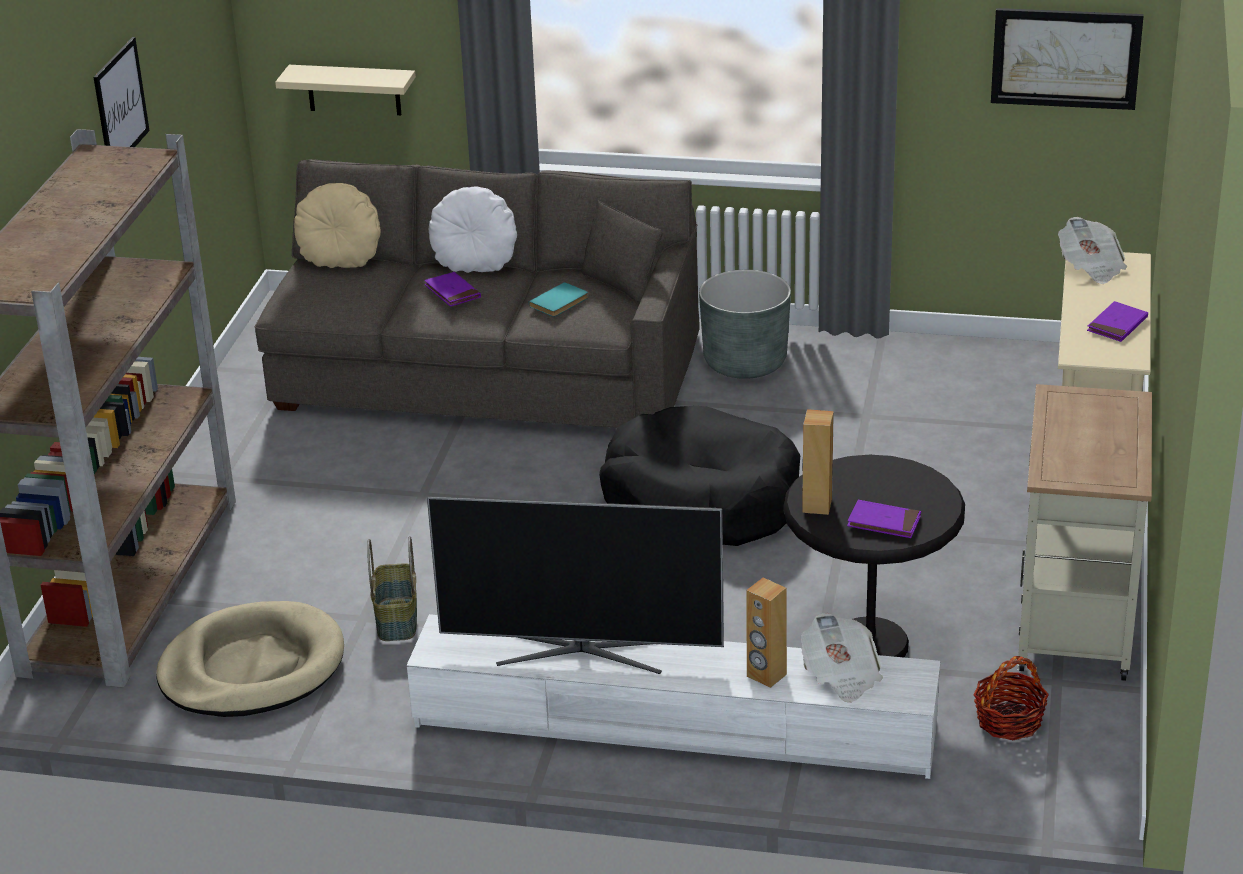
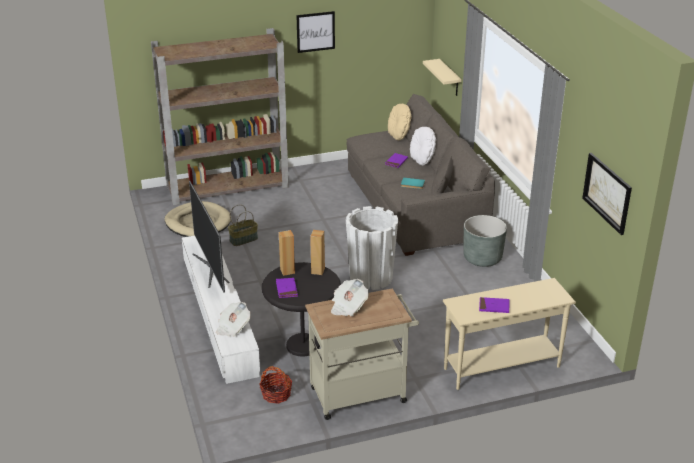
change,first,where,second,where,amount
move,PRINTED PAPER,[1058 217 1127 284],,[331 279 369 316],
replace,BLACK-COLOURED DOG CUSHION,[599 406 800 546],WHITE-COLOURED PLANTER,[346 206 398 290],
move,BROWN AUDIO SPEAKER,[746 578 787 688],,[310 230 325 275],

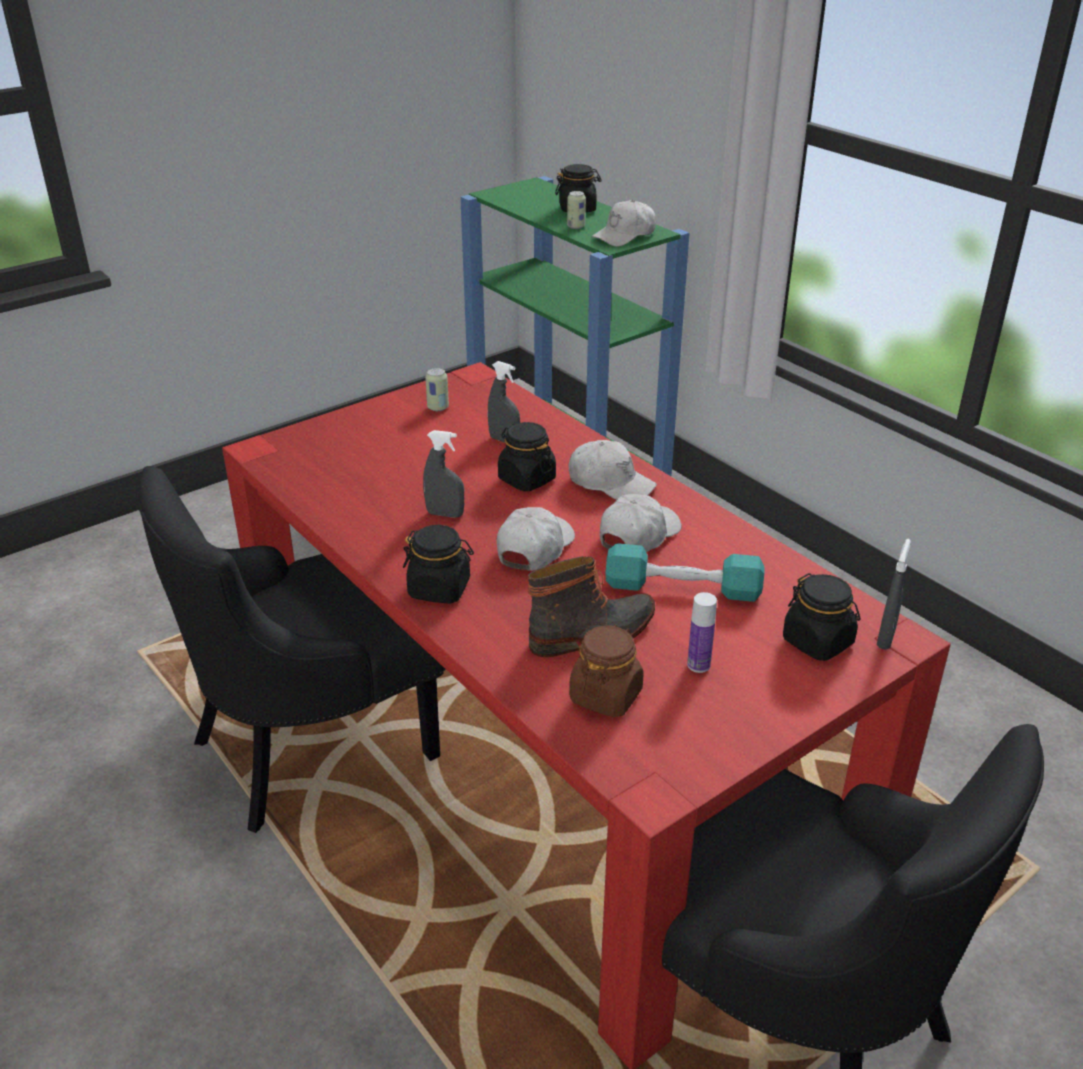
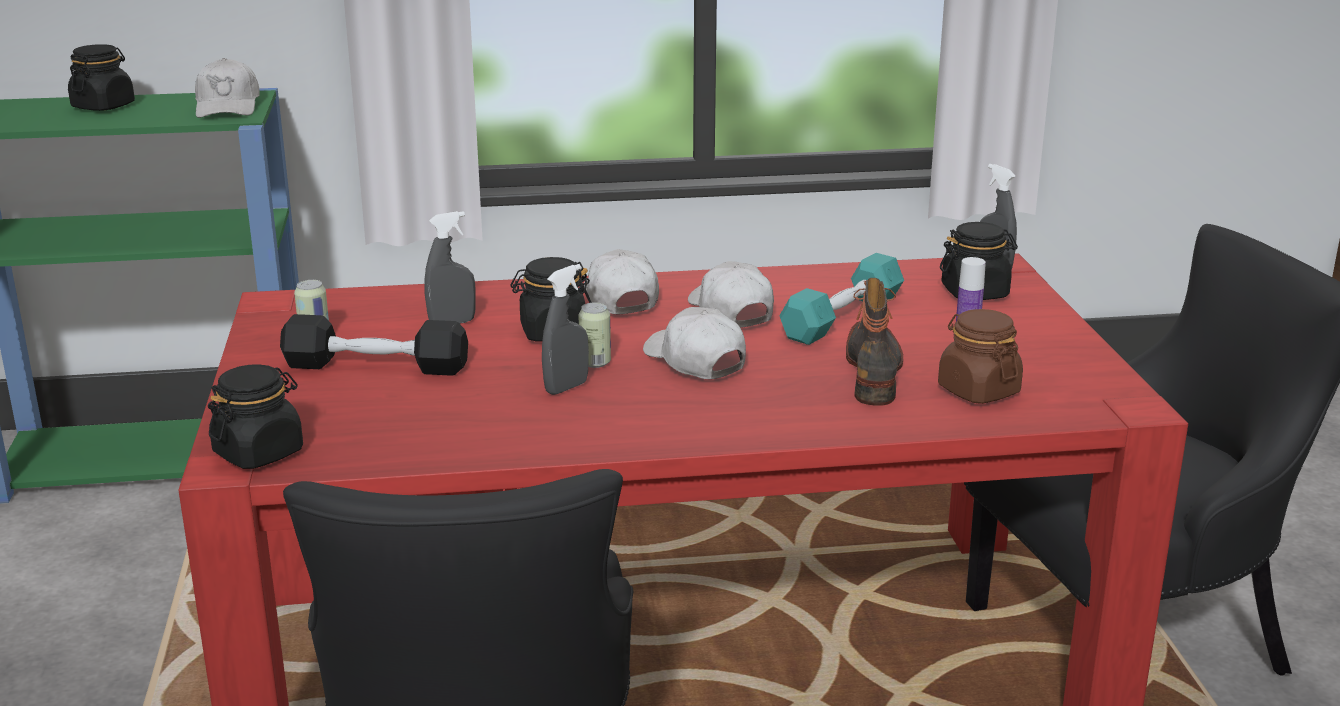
change,first,where,second,where,amount
move,SEALED CAN,[567 191 586 229],,[578 302 611 368],
rotate,WHITE-COLOURED PEAKED CAP,[568 440 657 500],,[584 249 659 314],75 degrees counterclockwise
move,BLACK-COLOURED JAR,[403 525 474 604],,[208 364 303 469],
insert,,,BLACK-COLOURED FREE WEIGHT,[280 314 468 376],

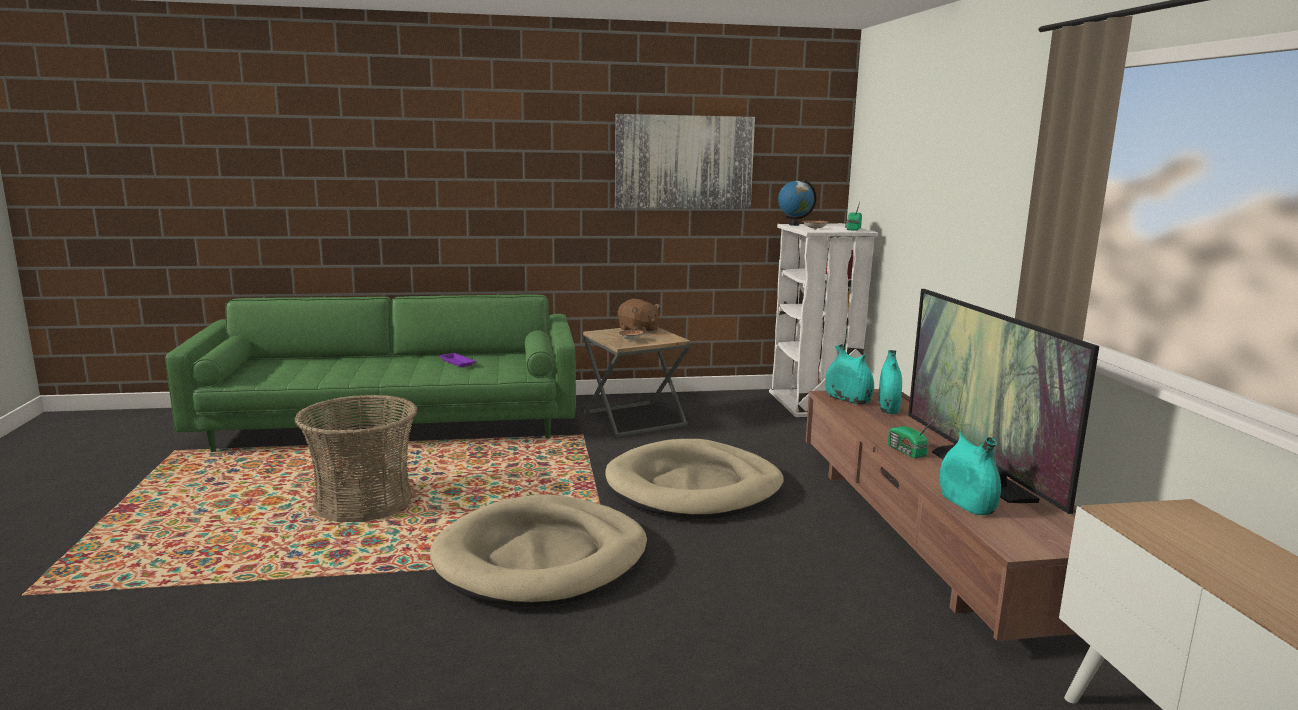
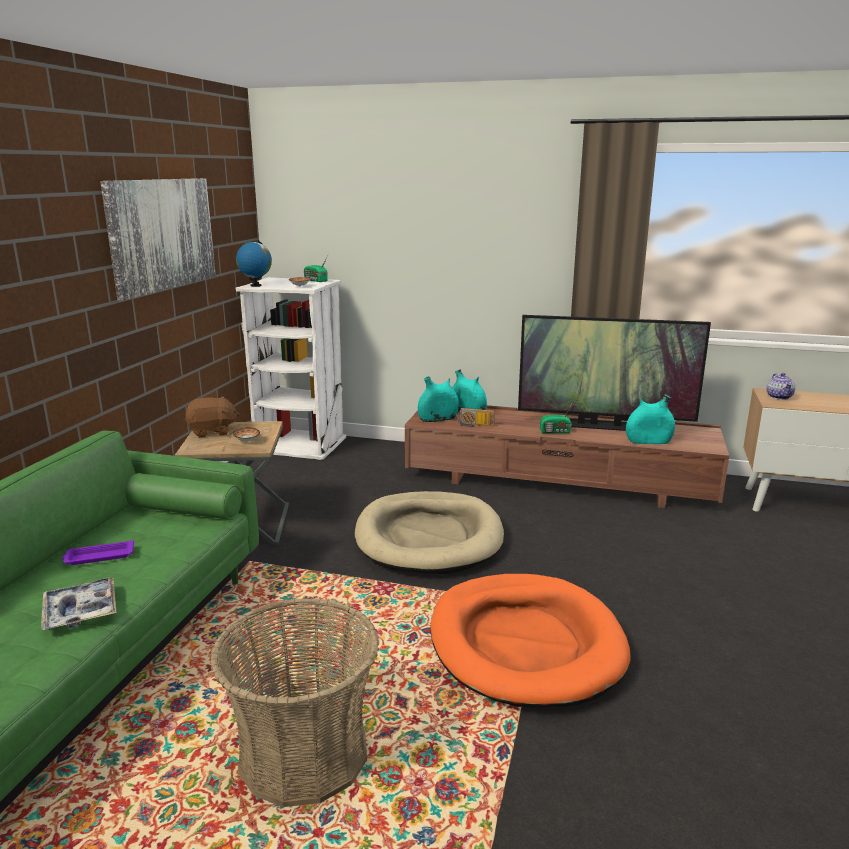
change,first,where,second,where,amount
recolor,BEIGE-COLOURED DOG CUSHION,[430 495 647 607],ORANGEY DOG CUSHION,[430 574 631 707],
insert,,,POT FOR TEA,[766 373 796 400],
insert,,,RADIO,[457 408 495 427],
insert,,,TRAY,[41 577 116 630],

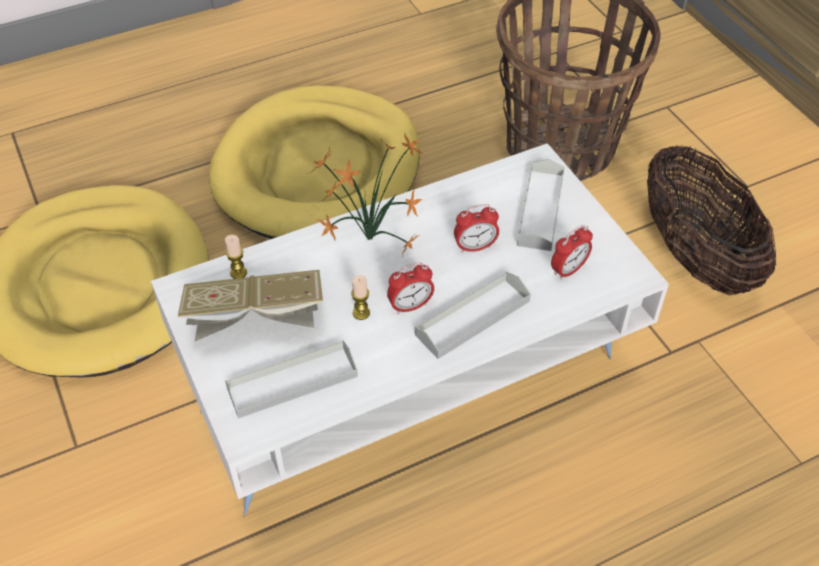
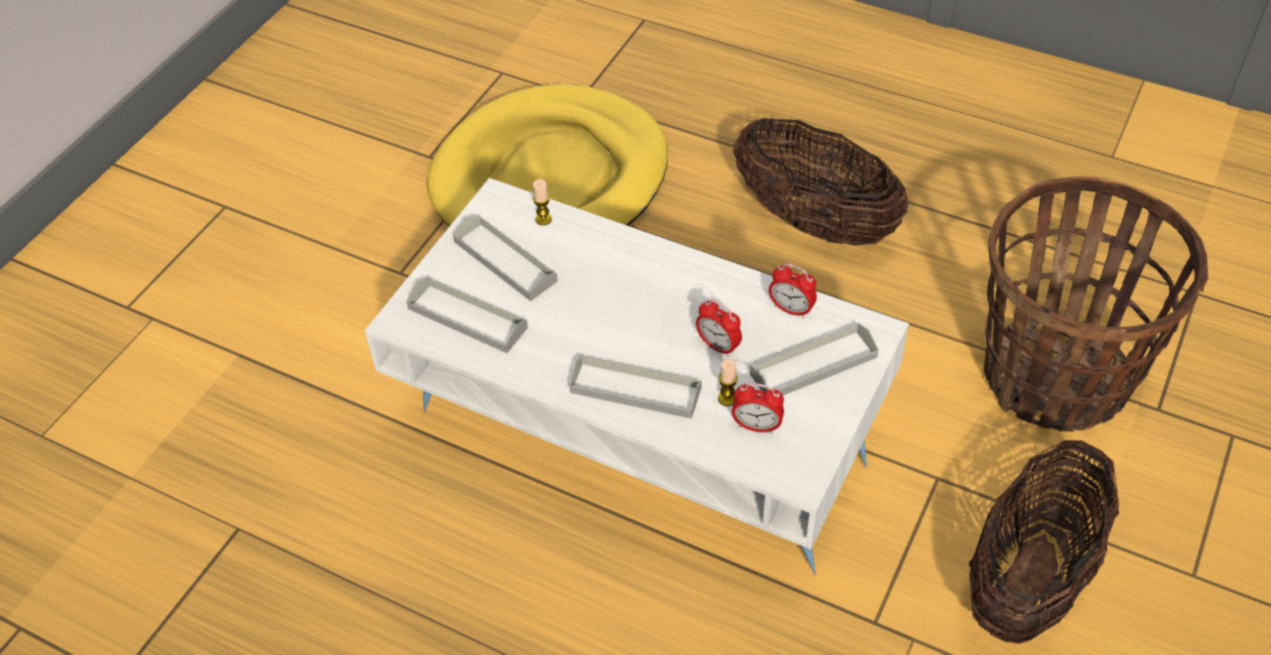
change,first,where,second,where,amount
replace,YELLOW DOG CUSHION,[209 85 420 239],HOUSEHOLD BASKET,[733 117 908 246],
delete,POTTED PLANT,[307 134 424 256],,,
move,ALARM CLOCK,[387 263 434 314],,[769 264 817 318],
replace,VOLUME,[178 270 323 341],GRAY TRAY,[453 215 558 301],
move,WAX LIGHT,[351 275 370 320],,[718 360 738 406],

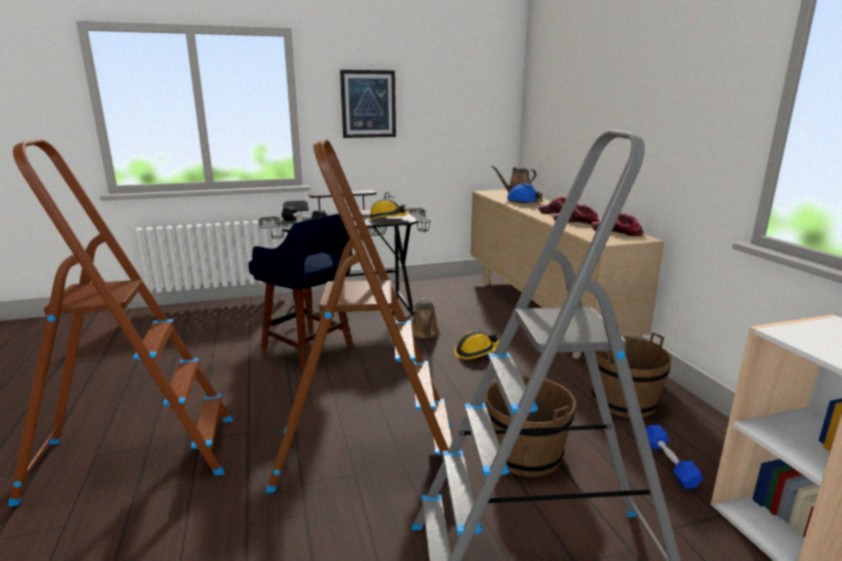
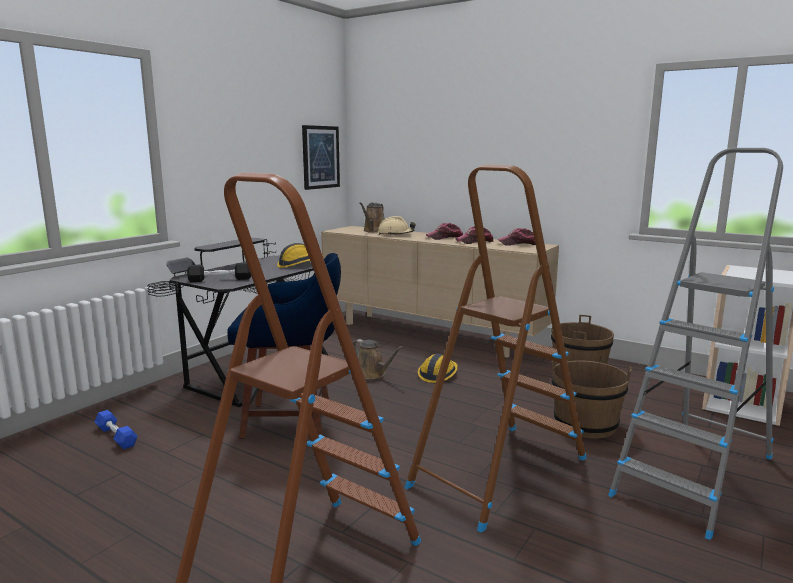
change,first,where,second,where,amount
move,PICTURE,[340 70 396 138],,[302 125 340 190],
recolor,BLUE-COLOURED SAFETY HELMET,[507 183 543 203],BEIGE-COLOURED SAFETY HELMET,[378 216 416 236],
move,BLUE-COLOURED FREE WEIGHT,[646 425 703 489],,[94 410 138 449],

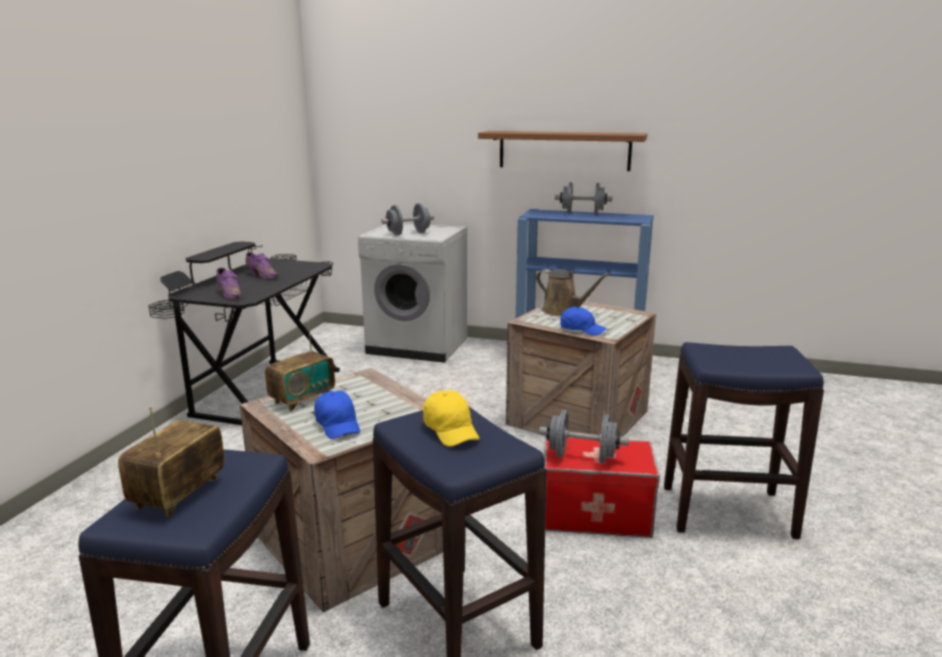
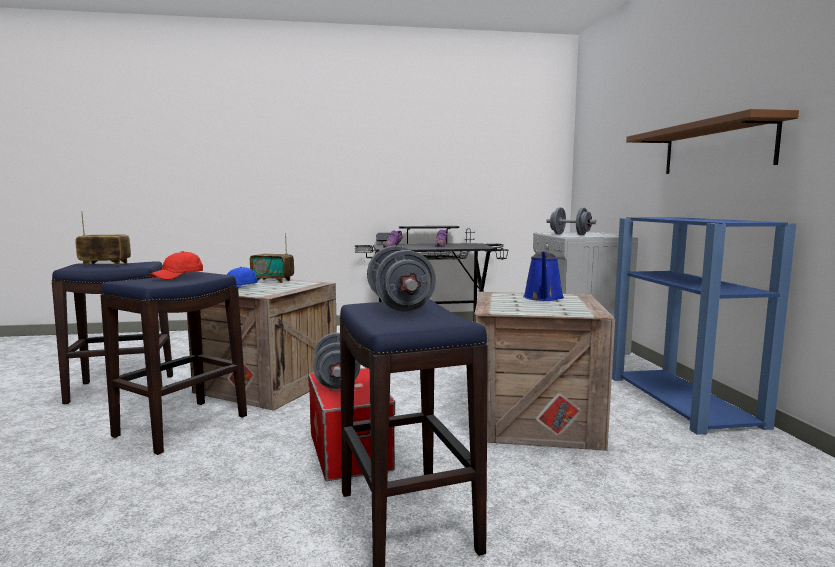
change,first,where,second,where,amount
move,GRAY FREE WEIGHT,[555 182 612 214],,[367 246 436 312],
recolor,BROWN WATERING CAN,[536 269 610 317],BLUE-COLOURED WATERING CAN,[523 252 564 301],
delete,BLUE-COLOURED PEAKED CAP,[560 307 607 336],,,
recolor,YELLOW PEAKED CAP,[423 390 480 447],RED PEAKED CAP,[149 251 203 280],

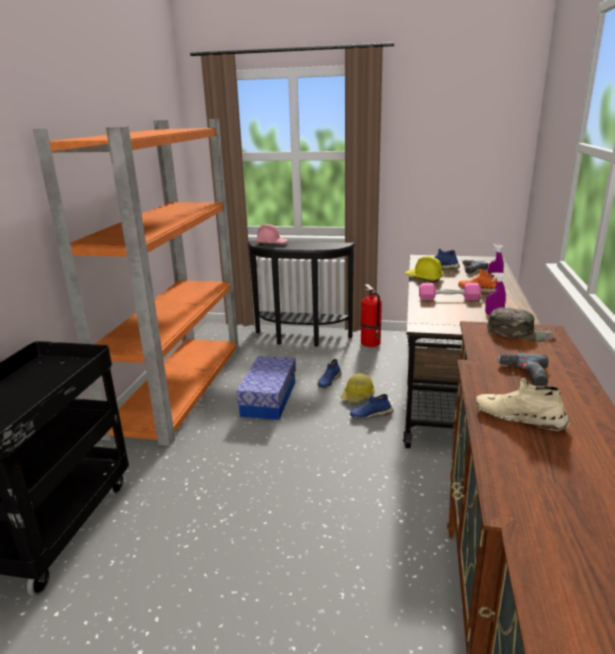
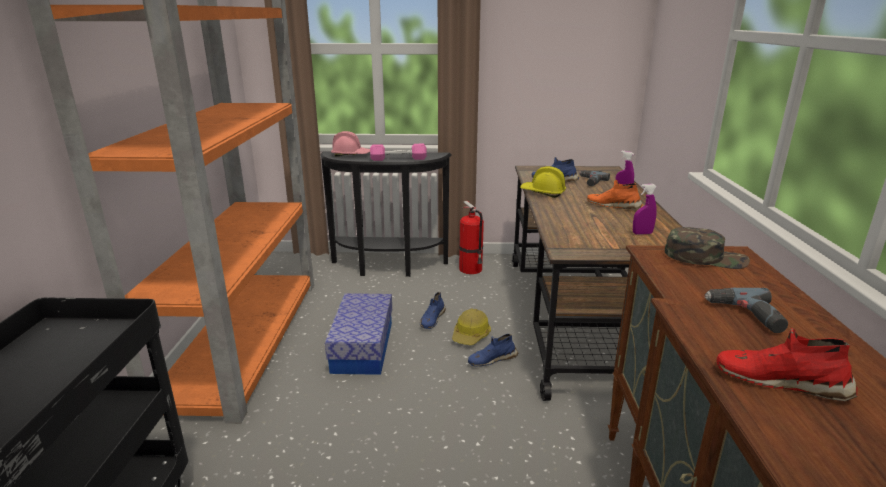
change,first,where,second,where,amount
move,PINK-COLOURED FREE WEIGHT,[419 283 481 300],,[370 144 427 161],
recolor,BEIGE-COLOURED LOW SHOE,[476 378 570 432],RED LOW SHOE,[716 328 857 401],

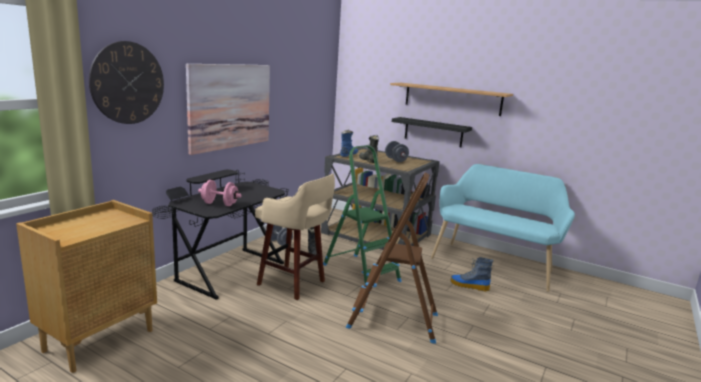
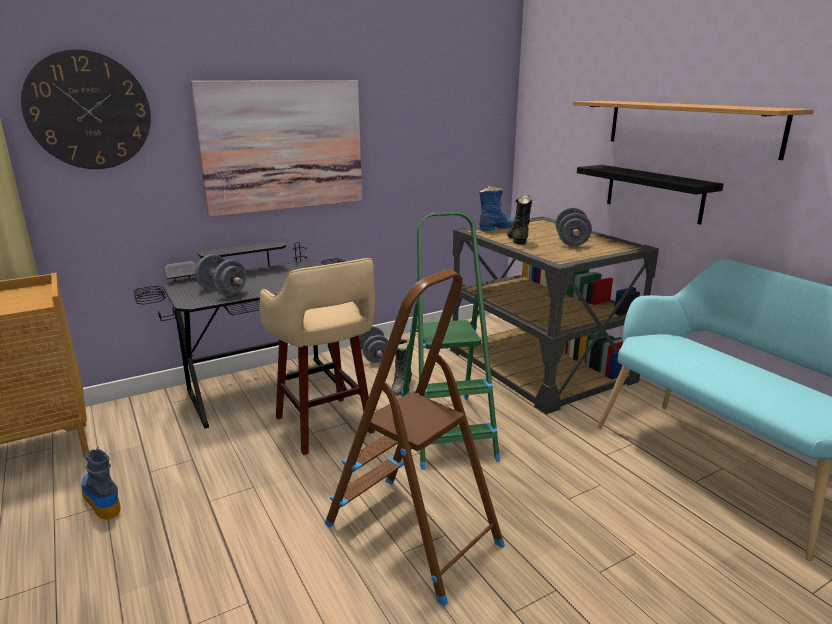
change,first,where,second,where,amount
recolor,PINK-COLOURED FREE WEIGHT,[198 180 241 206],GRAY FREE WEIGHT,[195 254 246 296],
move,TALL BOOT,[450 257 493 291],,[81 447 121 520],

